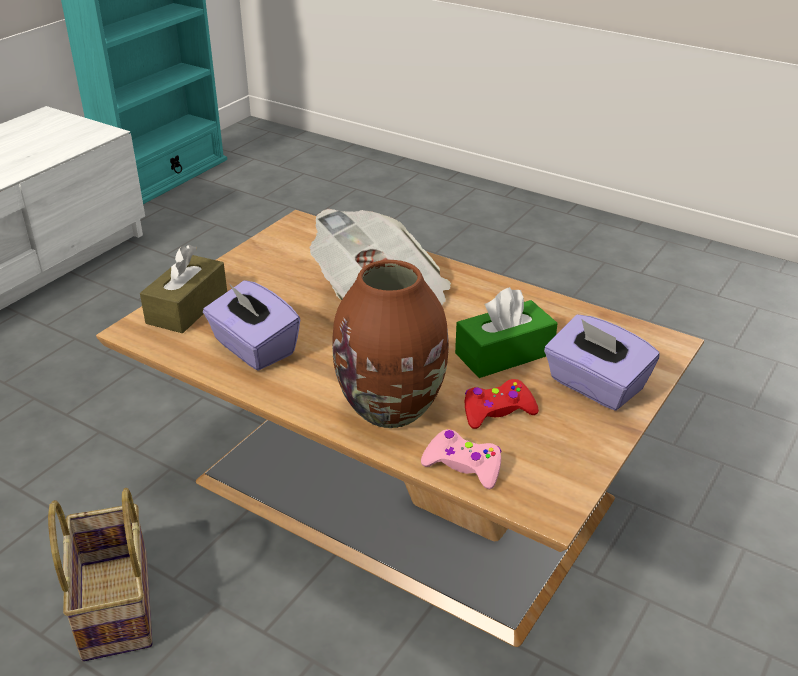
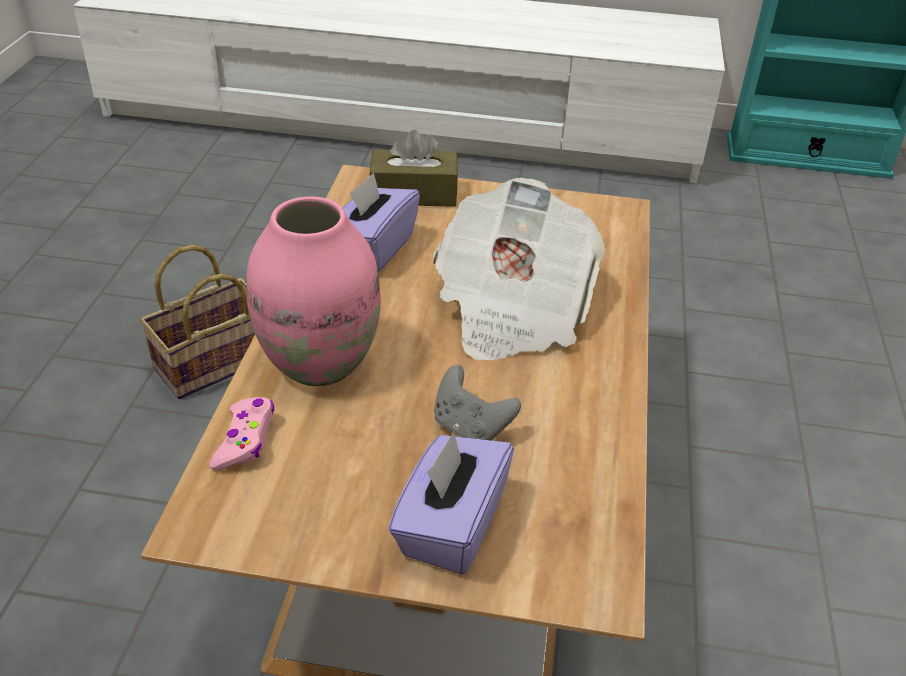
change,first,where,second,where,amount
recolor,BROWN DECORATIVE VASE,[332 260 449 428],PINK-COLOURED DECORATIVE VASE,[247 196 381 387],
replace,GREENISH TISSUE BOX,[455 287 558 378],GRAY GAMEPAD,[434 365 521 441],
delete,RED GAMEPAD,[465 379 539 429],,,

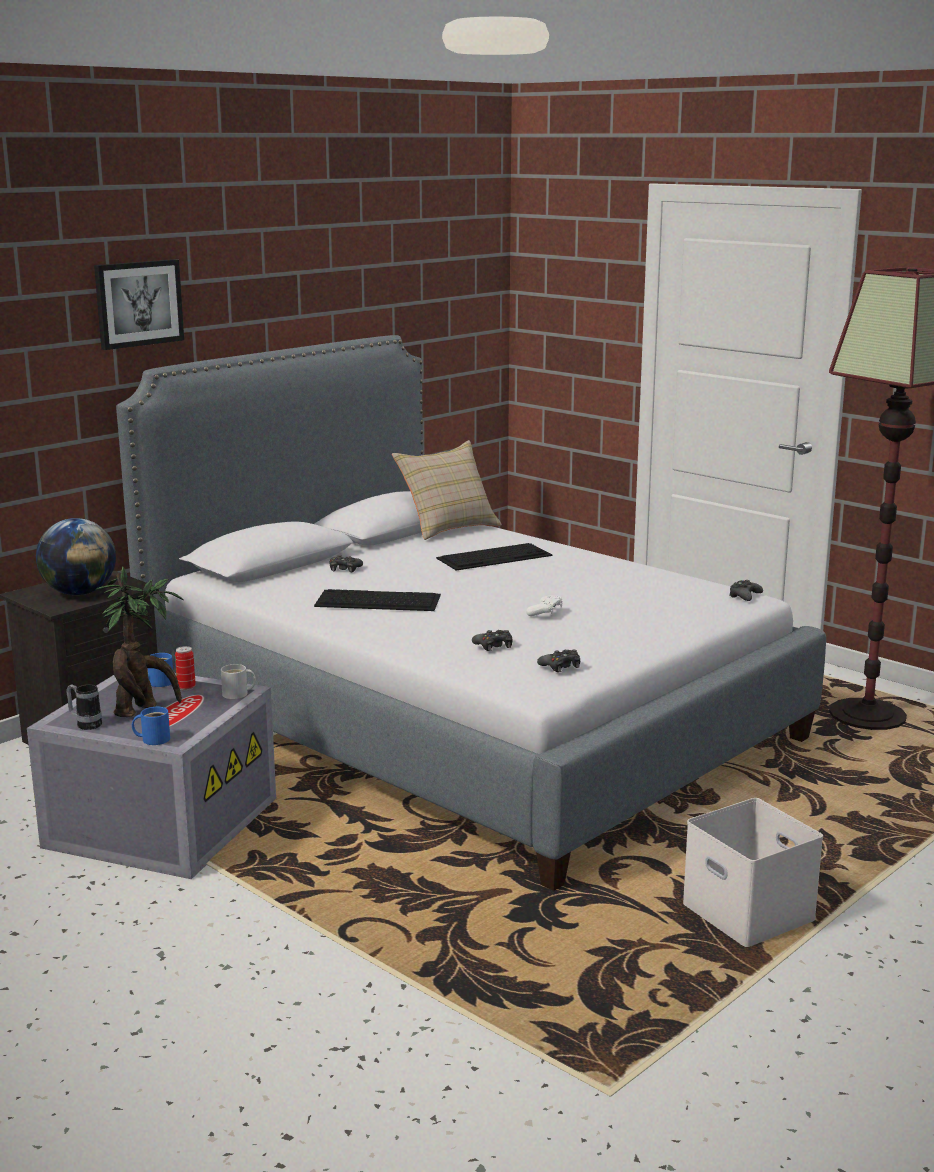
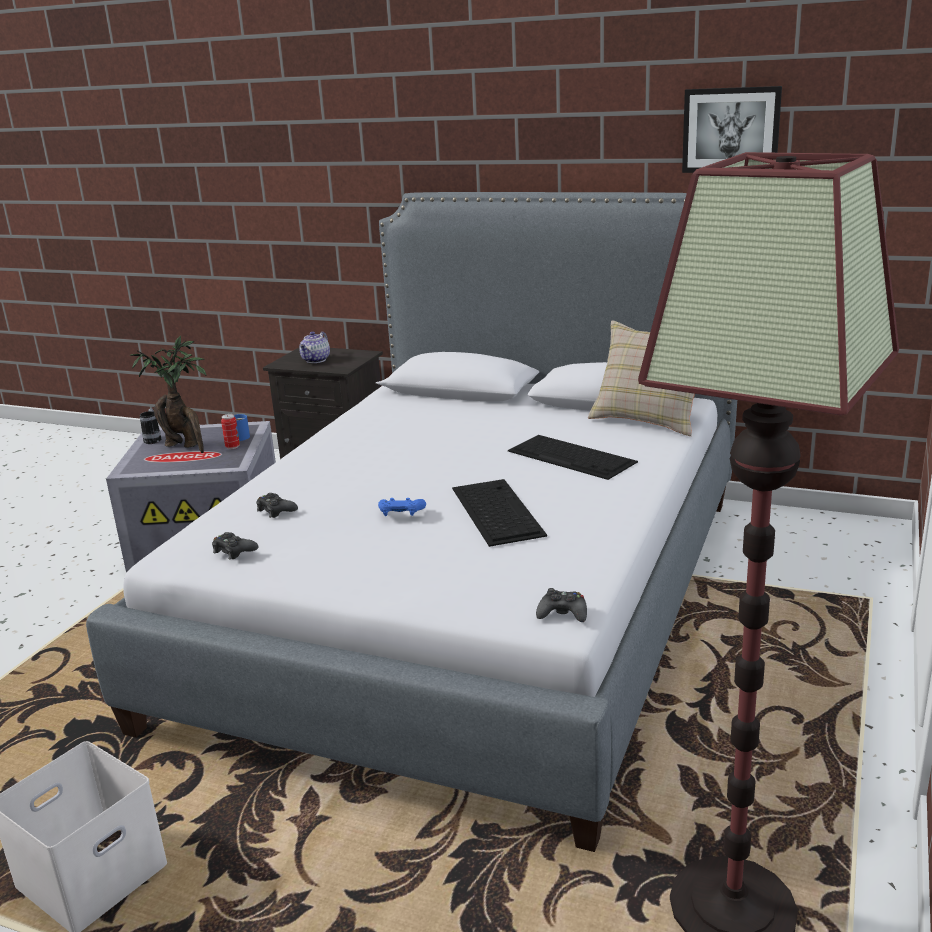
change,first,where,second,where,amount
move,PICTURE,[94 259 184 350],,[682 86 782 173],
replace,GLOBE,[36 518 116 595],POT FOR TEA,[299 331 330 363],
delete,BLACK-COLOURED GAMEPAD,[329 555 363 572],,,
move,COMPUTER KEYBOARD,[314 589 441 611],,[452 479 547 547],
recolor,WHITE-COLOURED GAMEPAD,[526 595 563 616],BLUE-COLOURED GAMEPAD,[378 498 426 516],
delete,WHITE-COLOURED TEA MUG,[221 664 256 699],,,
delete,BLUE-COLOURED TEA MUG,[132 707 170 745],,,

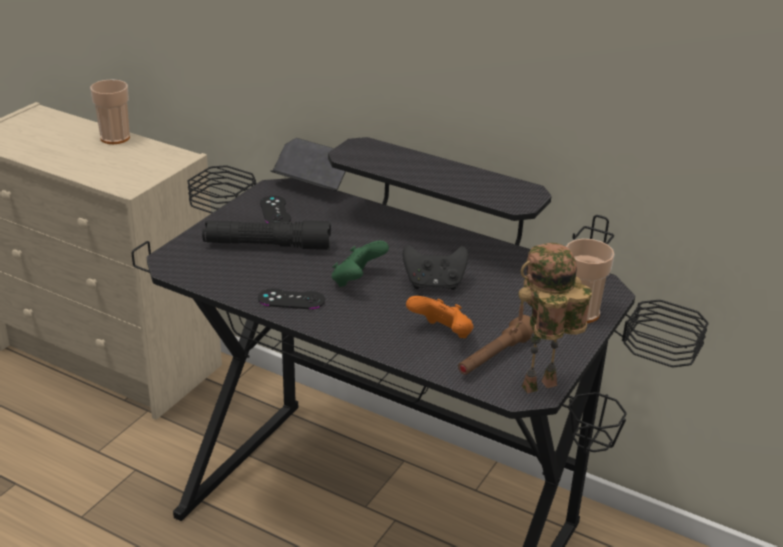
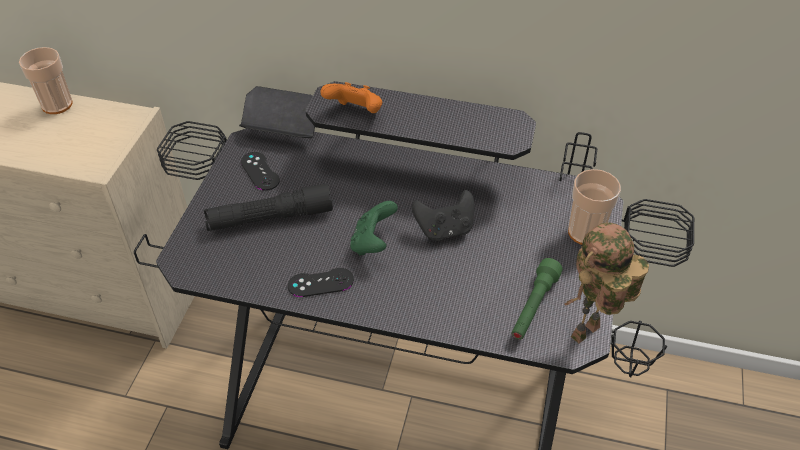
change,first,where,second,where,amount
move,ORANGEY GAMEPAD,[406 296 474 338],,[320 82 382 113],
recolor,BROWN HAND TORCH,[458 315 534 375],GREENISH HAND TORCH,[511 258 563 340],

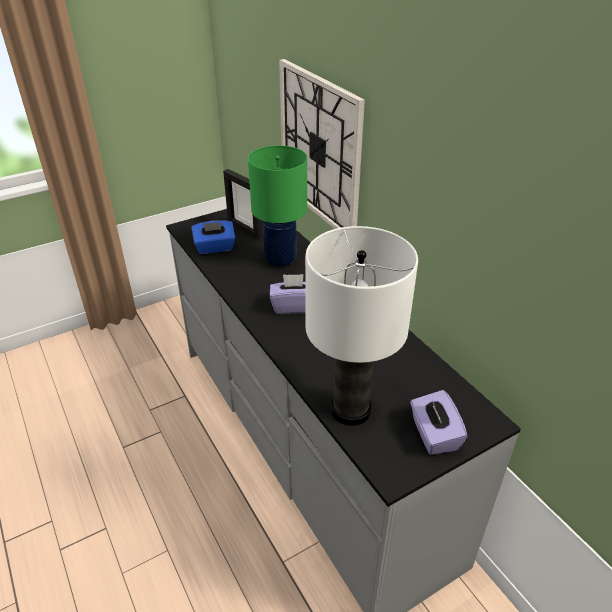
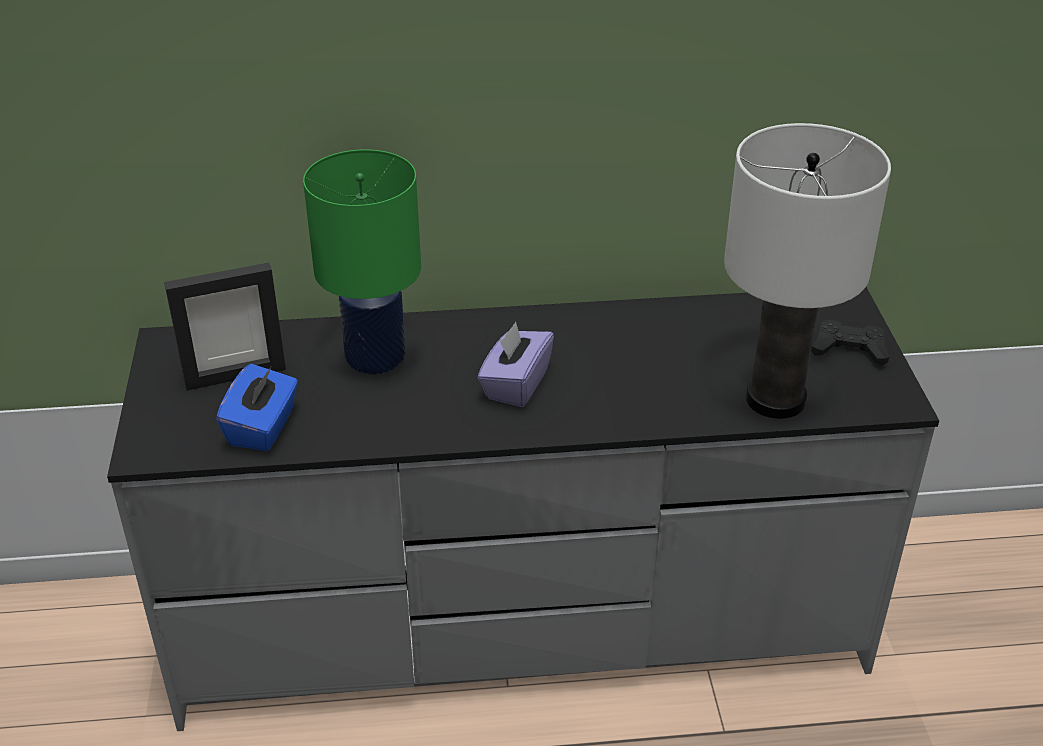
change,first,where,second,where,amount
delete,HANGING CLOCK,[279 59 365 229],,,
replace,PURPLISH TISSUE BOX,[410 390 467 455],BLACK-COLOURED GAMEPAD,[811 320 889 365],

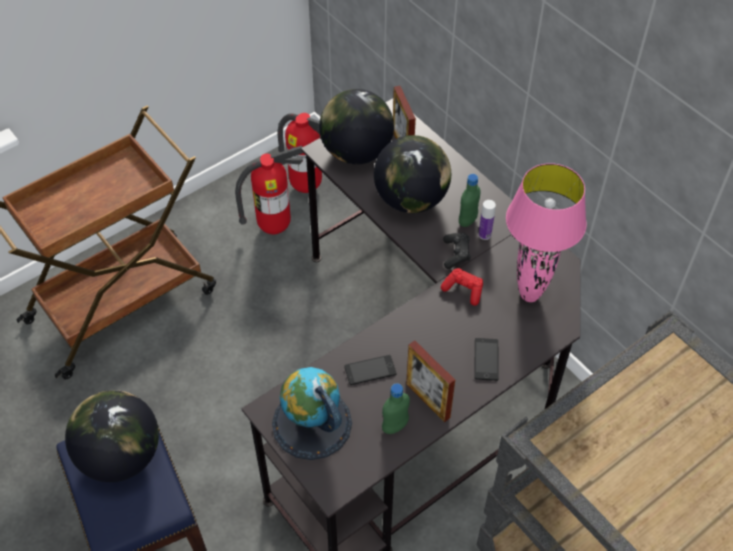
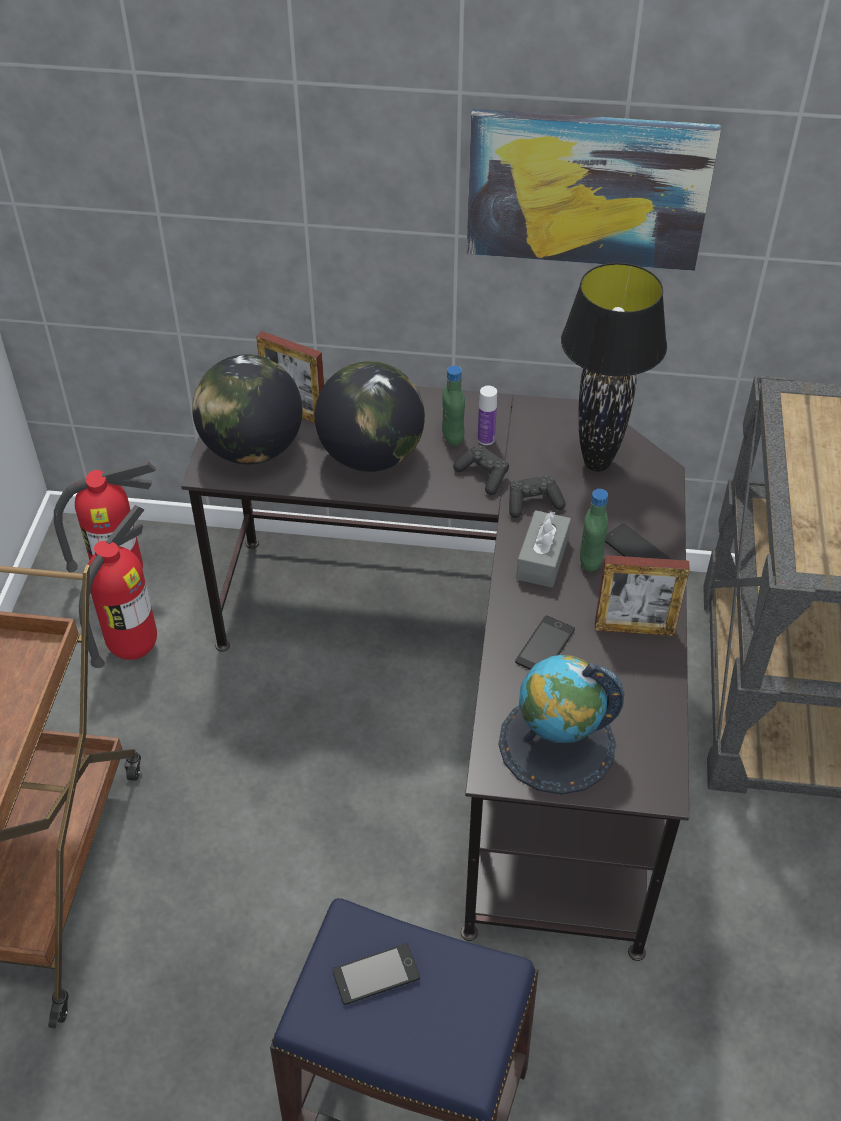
change,first,where,second,where,amount
recolor,PINK-COLOURED TABLE LAMP,[506 163 587 302],BLACK-COLOURED TABLE LAMP,[561 263 667 472],
recolor,RED GAMEPAD,[441 268 483 306],BLACK-COLOURED GAMEPAD,[509 476 566 518],
move,GREENISH BEVERAGE BOTTLE,[382 383 410 434],,[580 489 608 572],
replace,GLOBE,[65 390 159 482],TELEPHONE,[333 943 420 1005],
insert,,,PICTURE,[467 109 721 271],
insert,,,GRAY TISSUE BOX,[516 510 571 588],

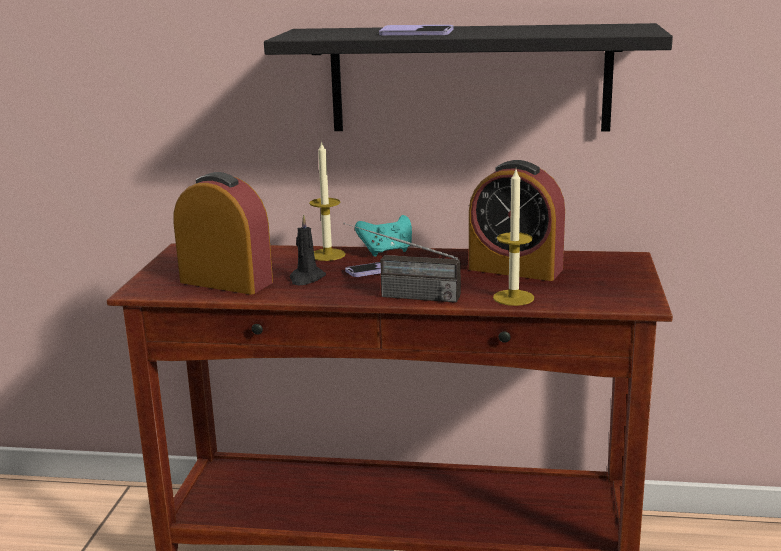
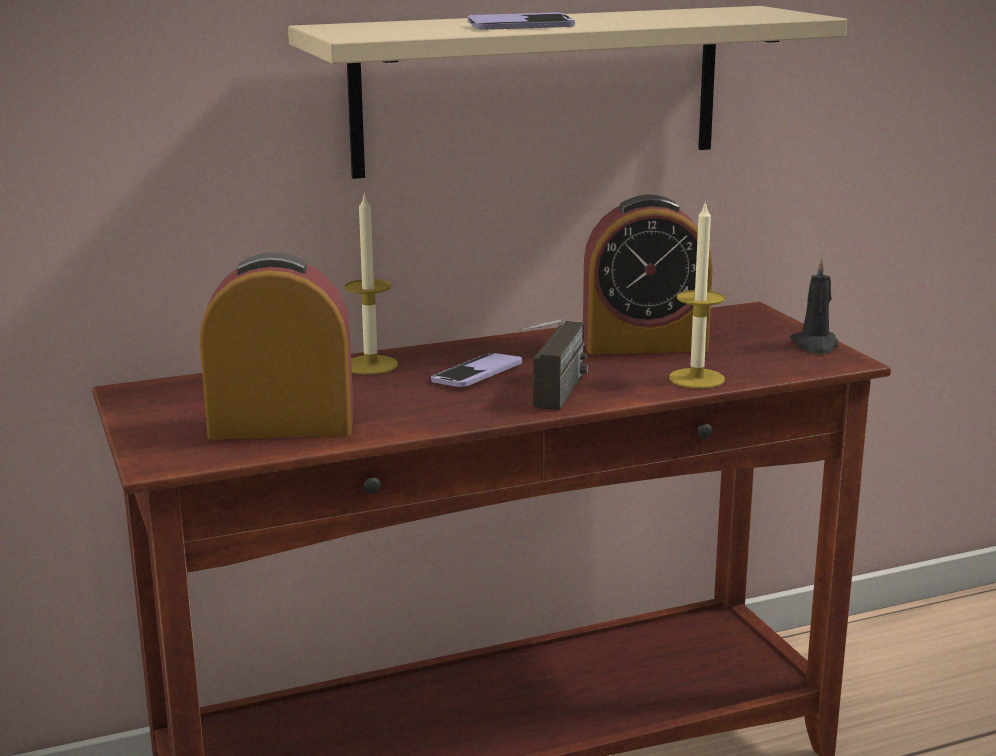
change,first,where,second,where,amount
recolor,BLACK-COLOURED BRACKET SHELF,[264 23 673 131],BEIGE-COLOURED BRACKET SHELF,[288 6 847 179],
move,BLACK-COLOURED WAX LIGHT,[290 214 326 285],,[790 258 838 354],
delete,BLUE-GREEN GAMEPAD,[355 215 412 257],,,
rotate,RADIO,[343 223 461 302],,[520 319 589 410],60 degrees counterclockwise

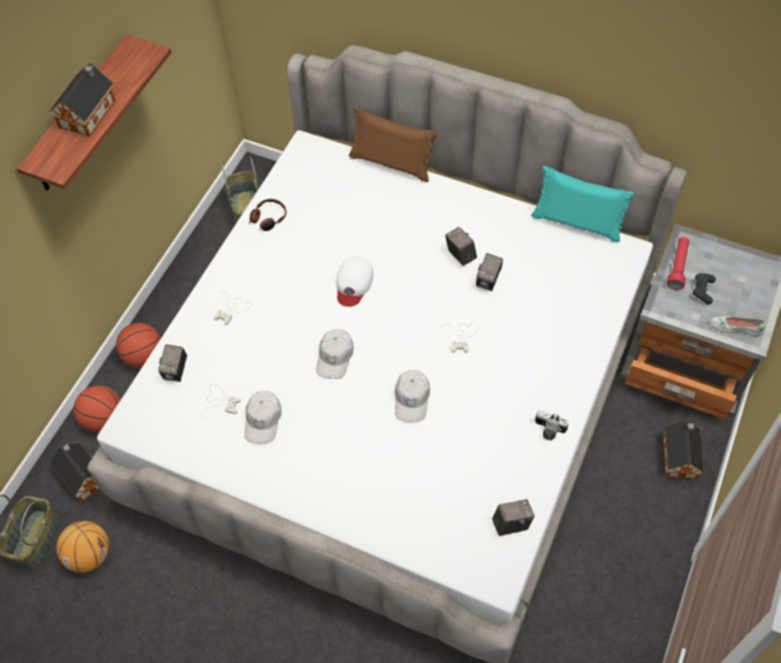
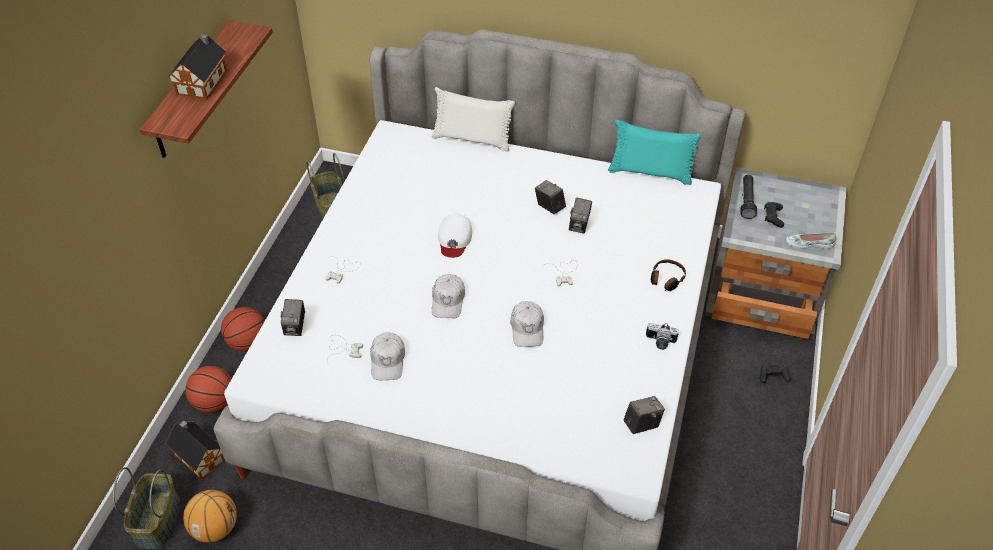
change,first,where,second,where,amount
recolor,BROWN THROW PILLOW,[349 106 437 182],WHITE-COLOURED THROW PILLOW,[432 87 515 152],
move,PAIR OF HEADPHONES,[249 199 286 231],,[651 259 686 291],
recolor,RED HAND TORCH,[667 237 689 290],BLACK-COLOURED HAND TORCH,[740 175 757 219],
replace,MODEL HOUSE,[663 420 704 480],BLACK-COLOURED GAMEPAD,[760 364 791 383],

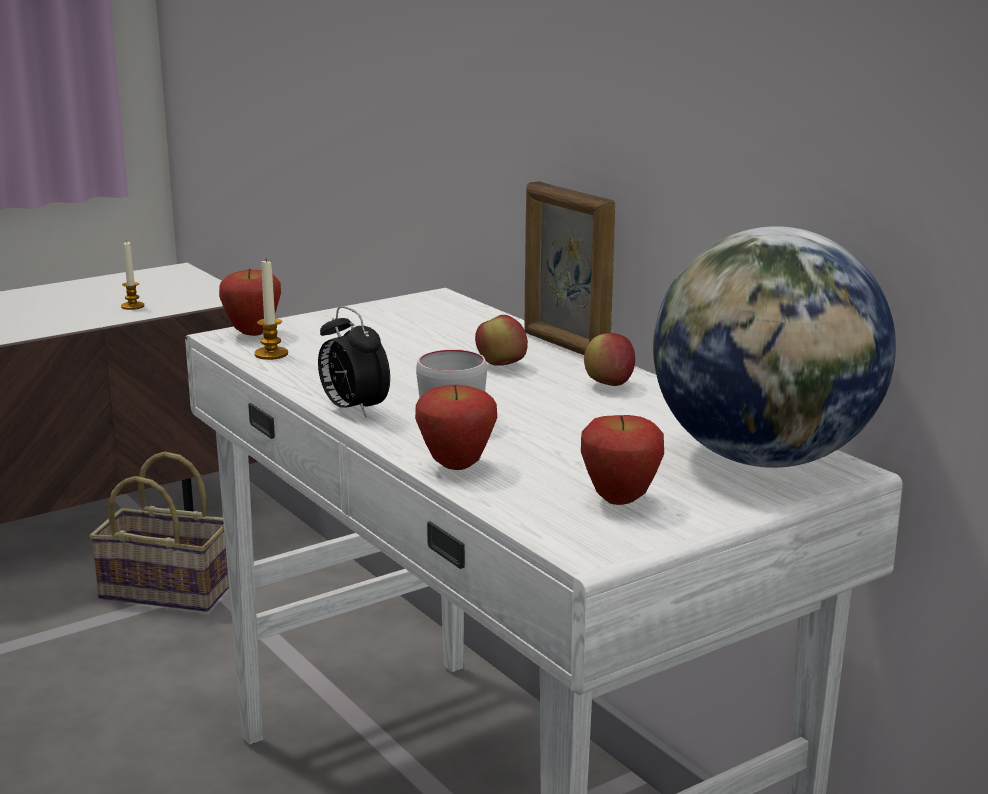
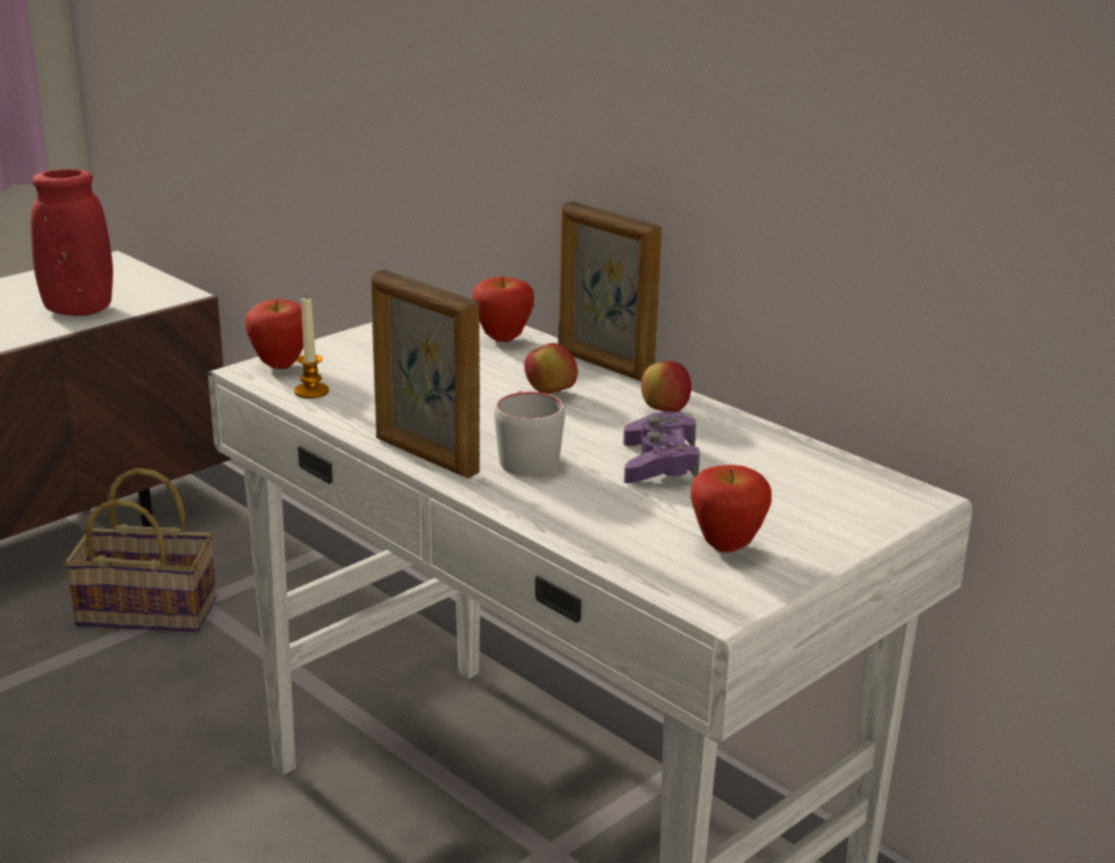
change,first,where,second,where,amount
delete,GLOBE,[653 226 896 468],,,
replace,WAX LIGHT,[121 242 144 310],RED DECORATIVE VASE,[31 169 113 316],
replace,ALARM CLOCK,[318 306 390 419],PICTURE FRAME,[371 269 480 478],
move,WHOLE APPLE,[415 385 497 470],,[472 277 534 342],
insert,,,PURPLISH GAMEPAD,[623 412 700 483],

